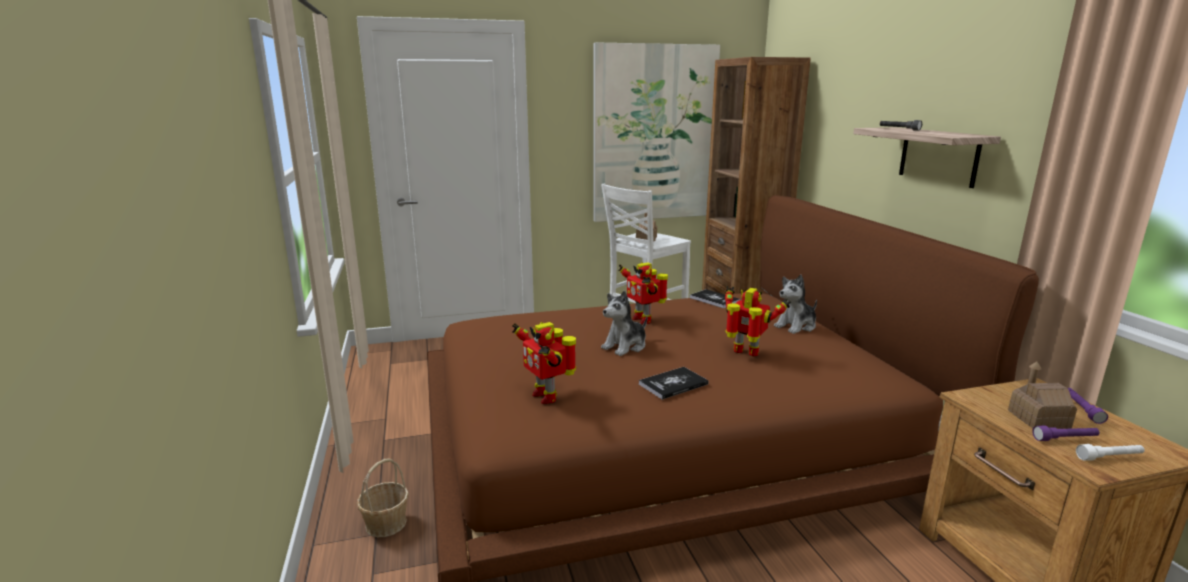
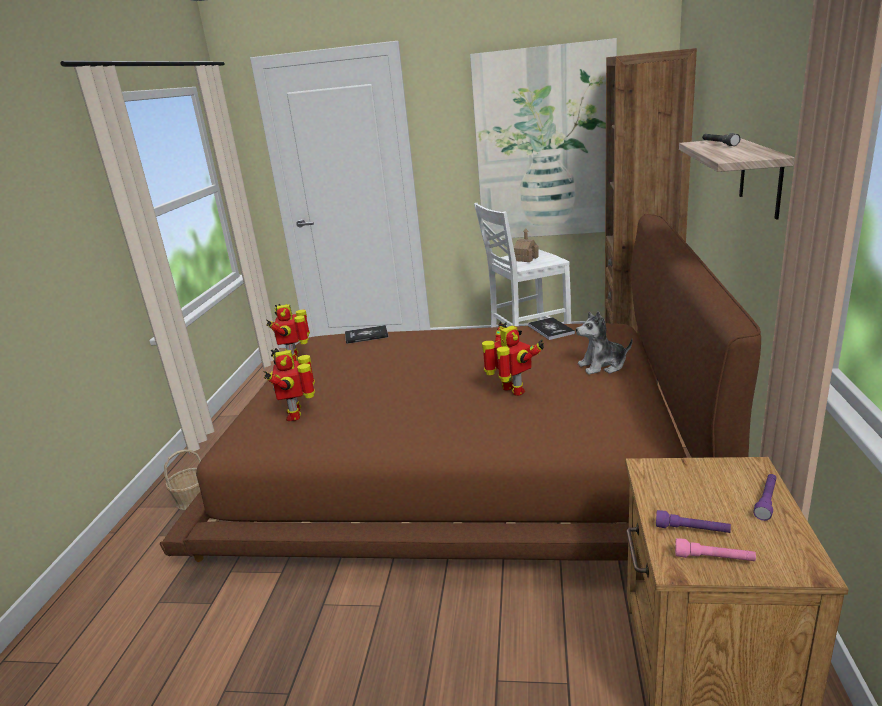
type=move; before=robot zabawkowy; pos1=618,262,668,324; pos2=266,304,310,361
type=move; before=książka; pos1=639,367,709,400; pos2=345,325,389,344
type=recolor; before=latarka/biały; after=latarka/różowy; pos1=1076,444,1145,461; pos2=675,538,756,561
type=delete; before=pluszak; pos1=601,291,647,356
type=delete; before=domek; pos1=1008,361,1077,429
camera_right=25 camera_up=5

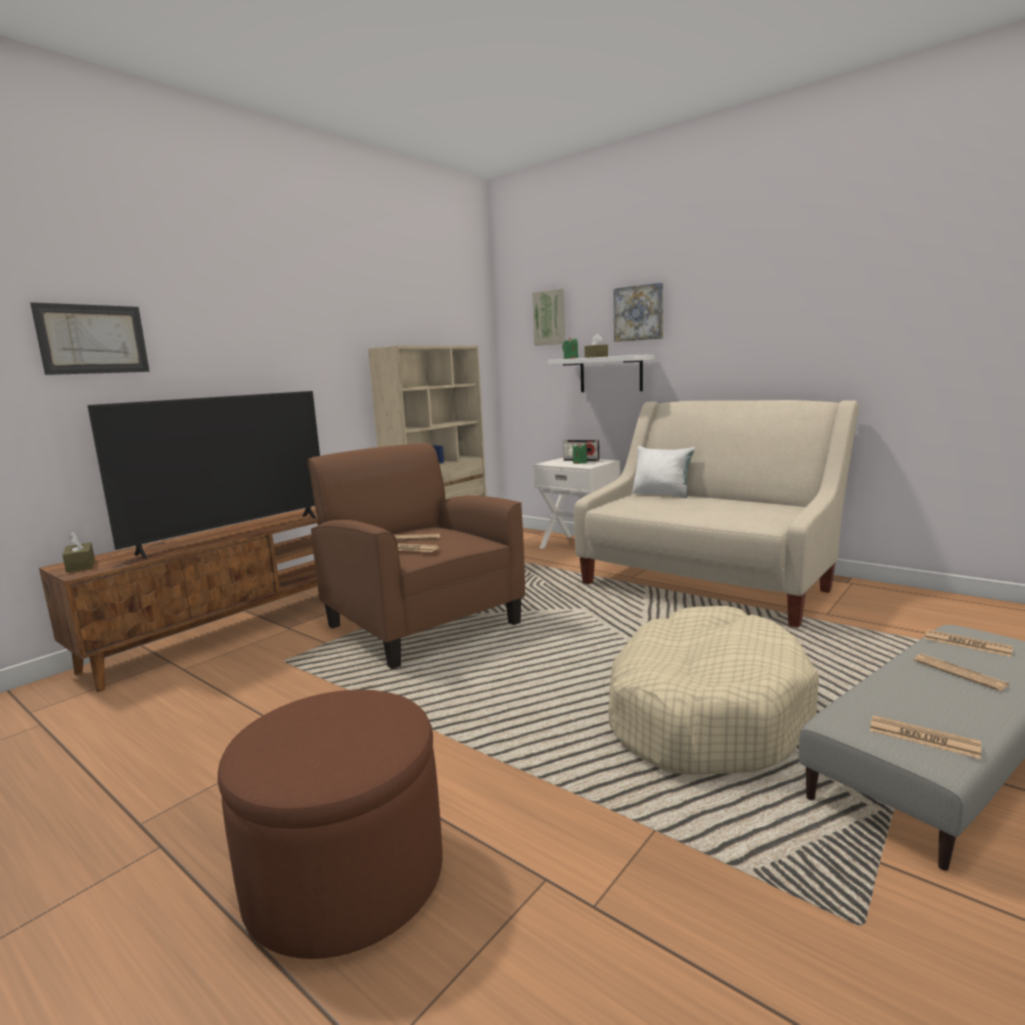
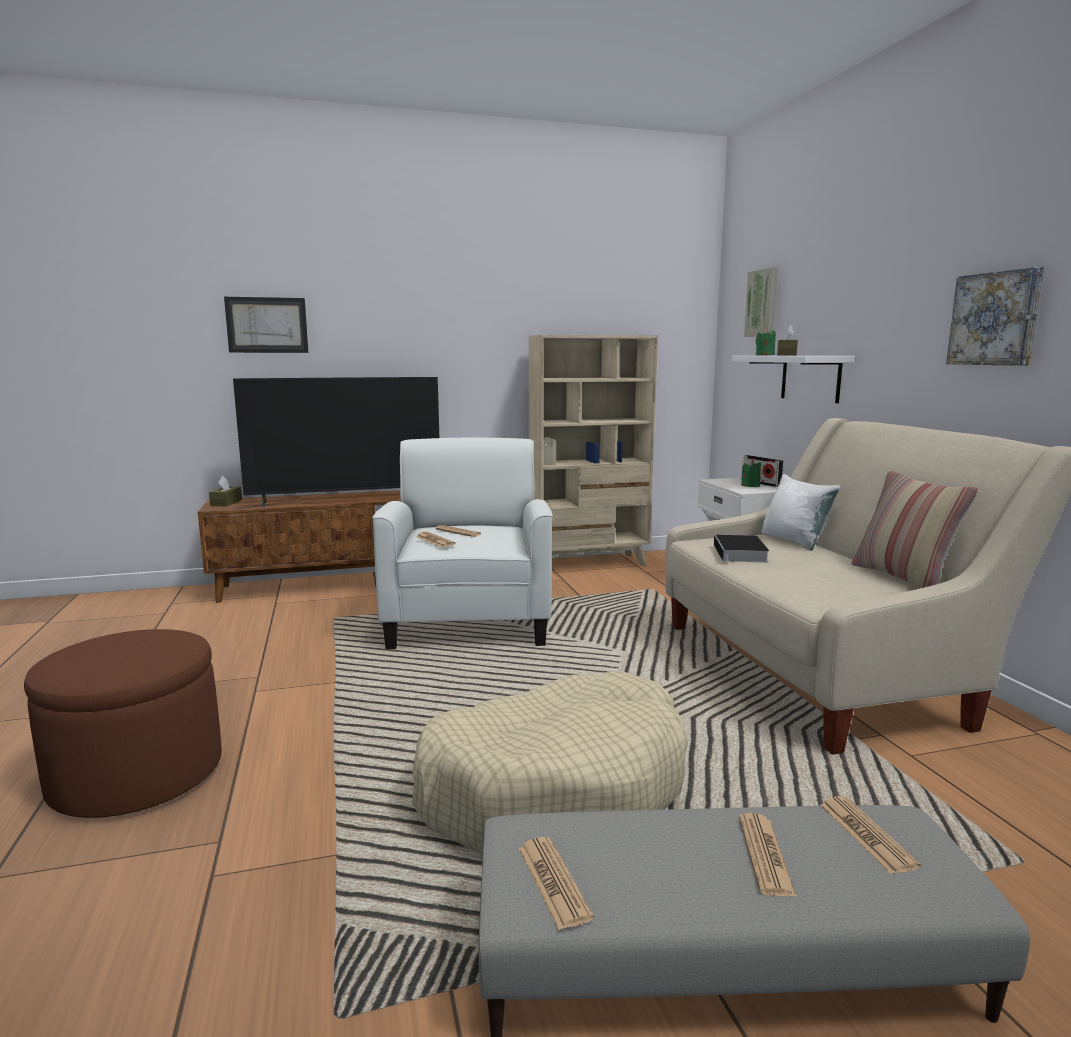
type=recolor; before=fotel/brązowy; after=fotel/biały; pos1=307,443,525,669; pos2=372,438,553,649
type=insert; after=książka; pos2=714,535,769,564
type=insert; after=poduszka; pos2=851,471,978,589
type=move; before=obraz; pos1=614,282,663,342; pos2=946,267,1044,366
camera_right=35 camera_up=0

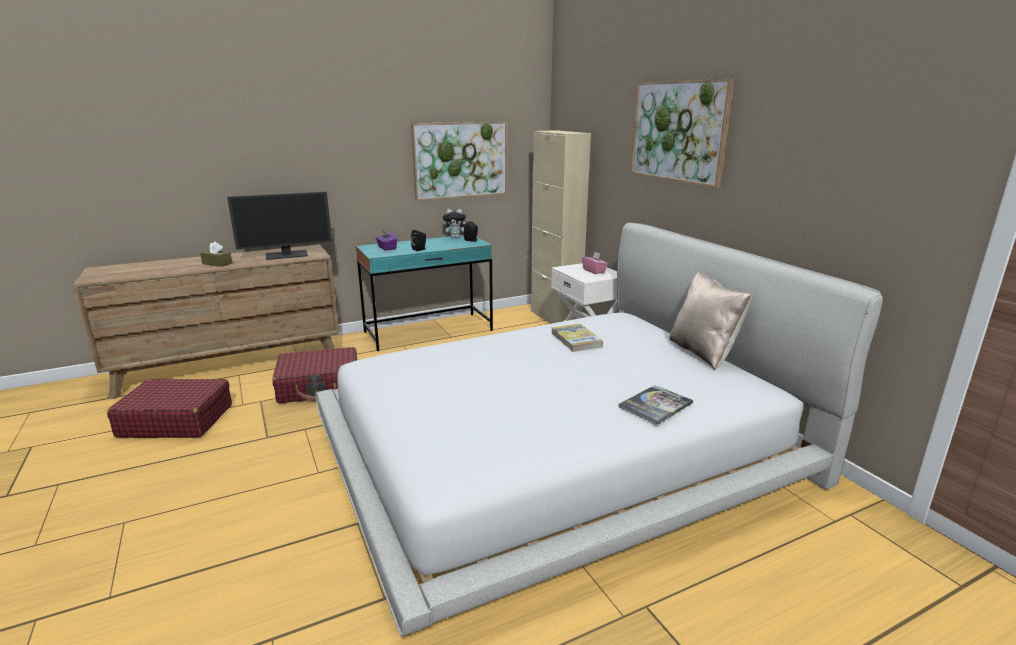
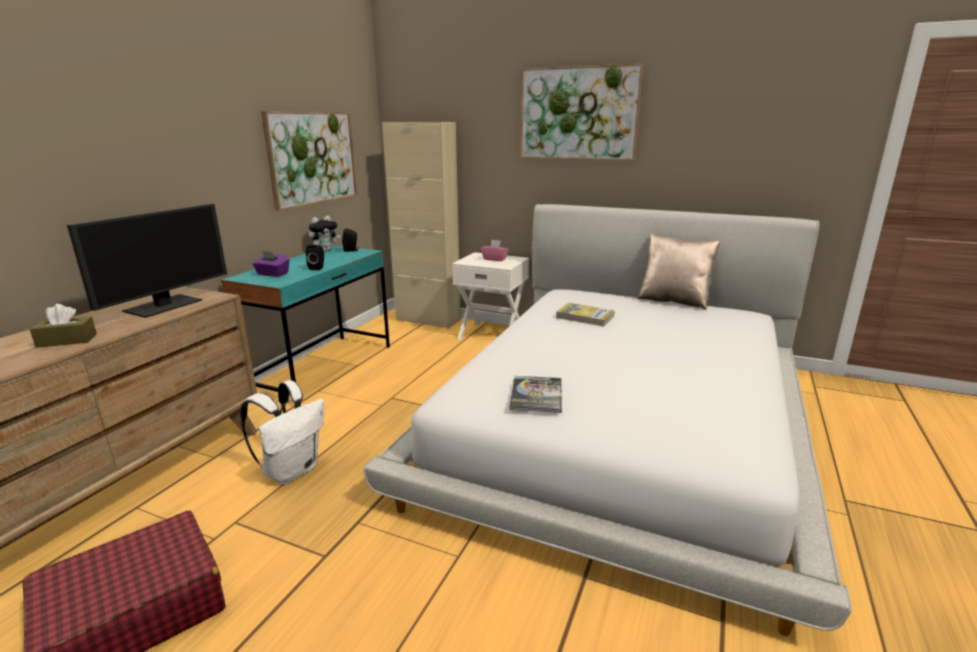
type=replace; before=walizka/czerwony; after=plecak/biały; pos1=272,347,357,403; pos2=240,380,325,484
type=move; before=książka; pos1=619,385,693,424; pos2=509,376,562,413
camera_right=-40 camera_up=0

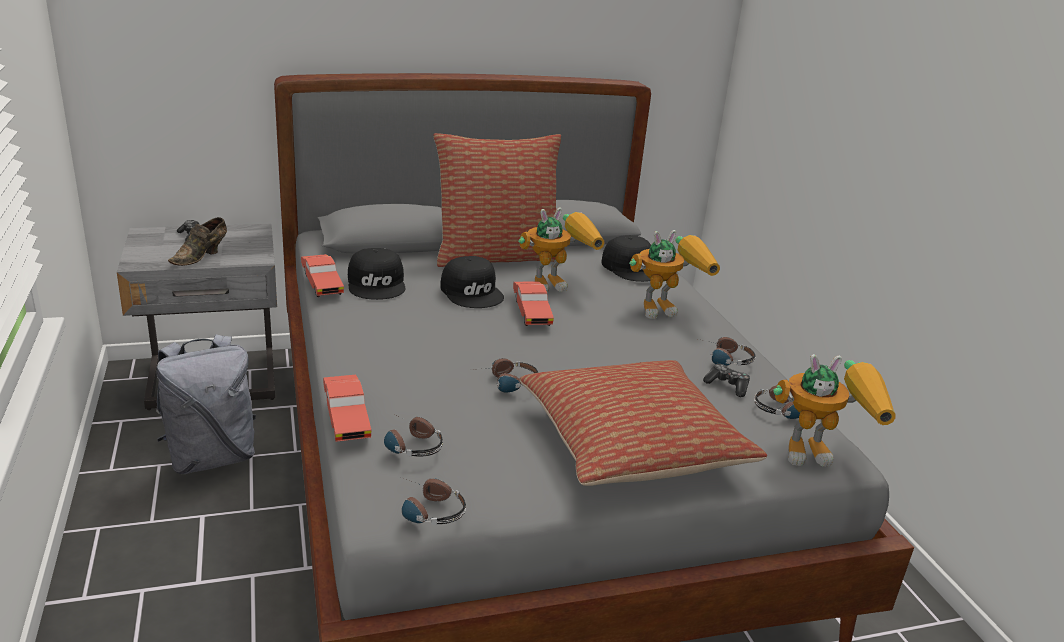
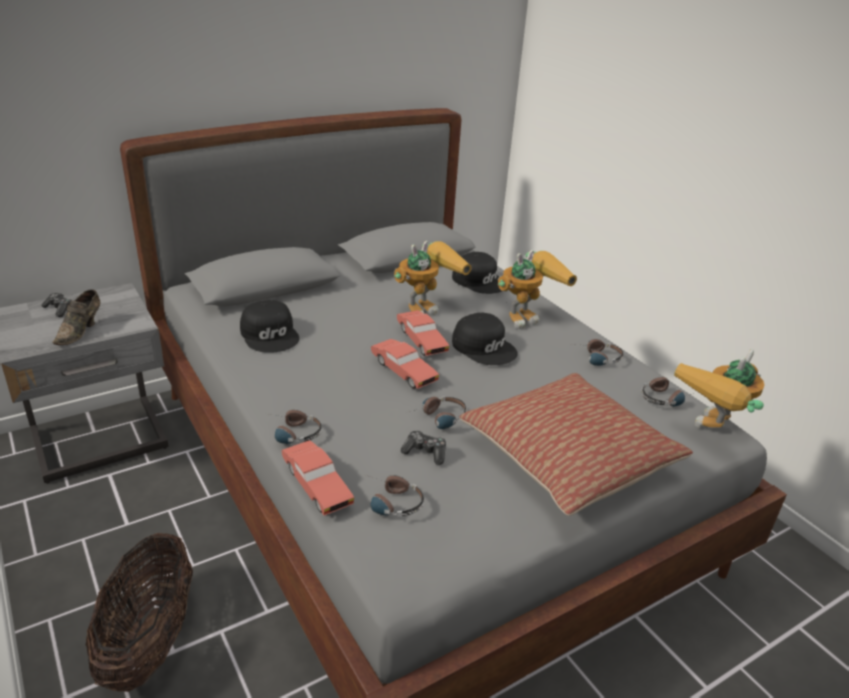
type=insert; after=koszyk; pos2=86,533,193,692
type=move; before=słuchawki; pos1=401,477,466,526; pos2=271,410,322,444
type=move; before=samochodzik/czerwony; pos1=301,254,344,297; pos2=371,339,439,389
type=move; before=pad do gier; pos1=703,364,750,397; pos2=401,430,446,465
type=move; before=czapka z daszkiem/czarny; pos1=440,256,504,308; pos2=452,312,518,365
type=rotate; before=robot zabawkowy; pos1=773,354,896,467; pos2=674,349,765,428; turn=150
type=delete; before=plecak/szary; pos1=156,334,256,474
type=delete; before=poduszka; pos1=433,133,561,267
camera_right=-15 camera_up=5

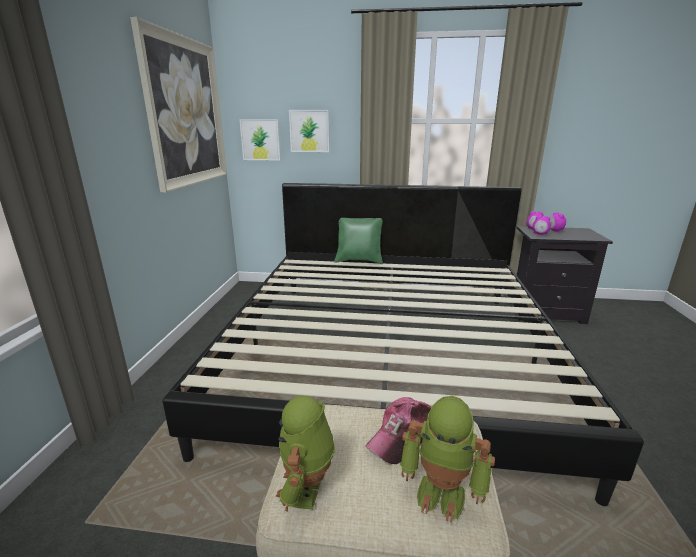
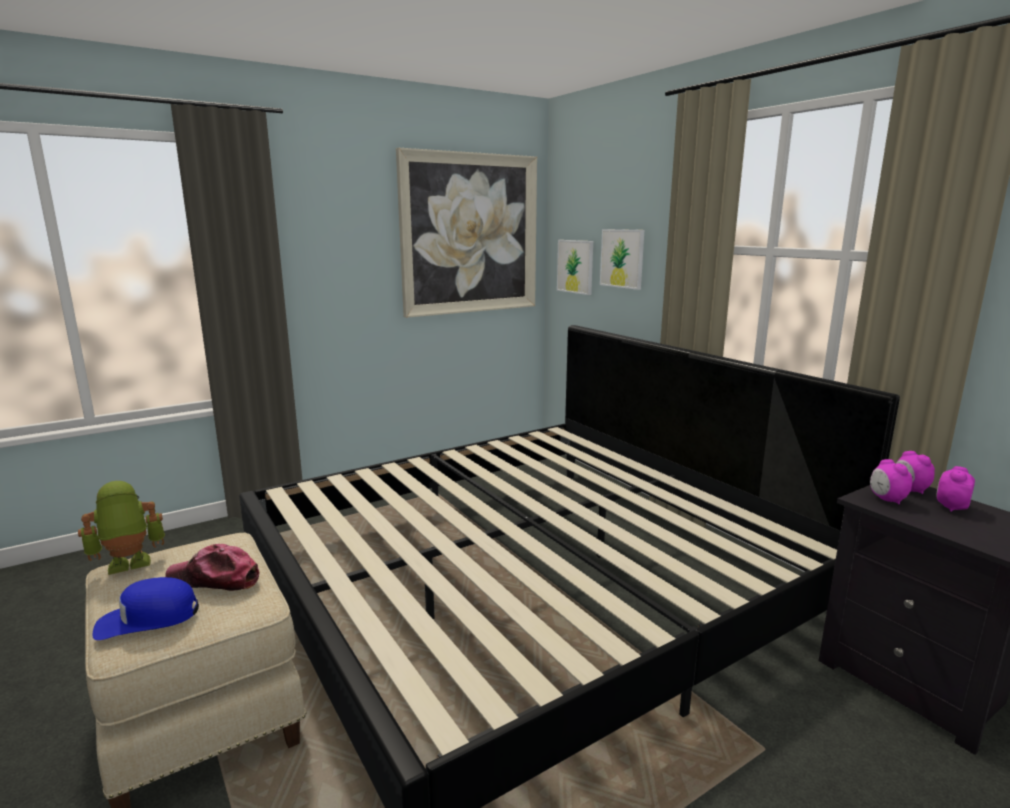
type=replace; before=robot zabawkowy; after=czapka z daszkiem/niebieski; pos1=400,396,495,523; pos2=92,577,199,640
type=delete; before=poduszka/zielony; pos1=334,218,383,264
camera_right=50 camera_up=-5

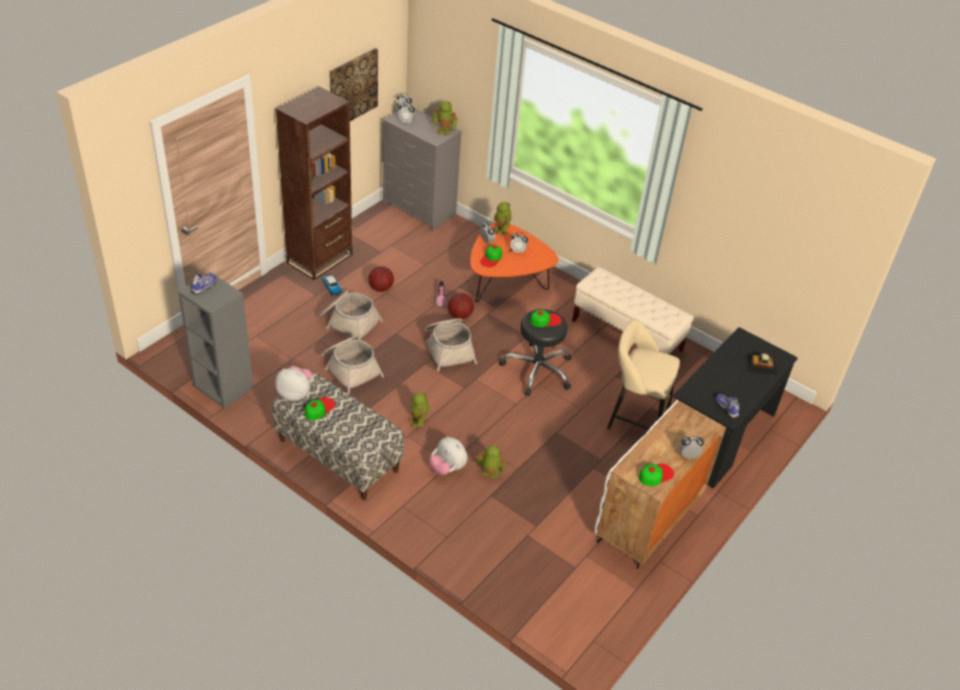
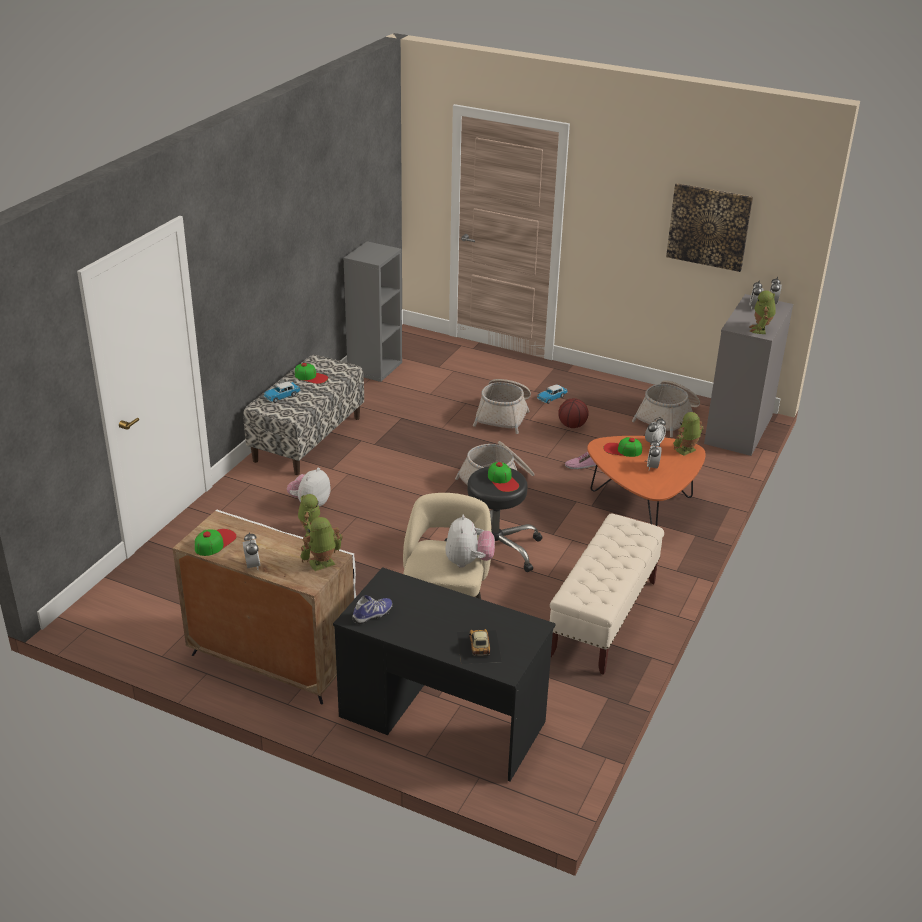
type=rotate; before=czapka z daszkiem; pos1=639,464,674,486; pos2=195,529,236,556; turn=-105
type=insert; after=samochodzik; pos2=264,382,301,403
type=move; before=robot zabawkowy; pos1=408,393,429,428; pos2=300,517,343,571
type=move; before=pluszak; pos1=275,366,312,401; pos2=445,514,495,568
type=move; before=koszyk; pos1=320,335,384,394; pos2=632,381,700,437
type=delete; before=but; pos1=191,274,217,295
type=delete; before=regał/brązowy; pos1=276,86,353,280
type=delete; before=piłka do koszykówki; pos1=448,293,474,319
camera_right=80 camera_up=-10

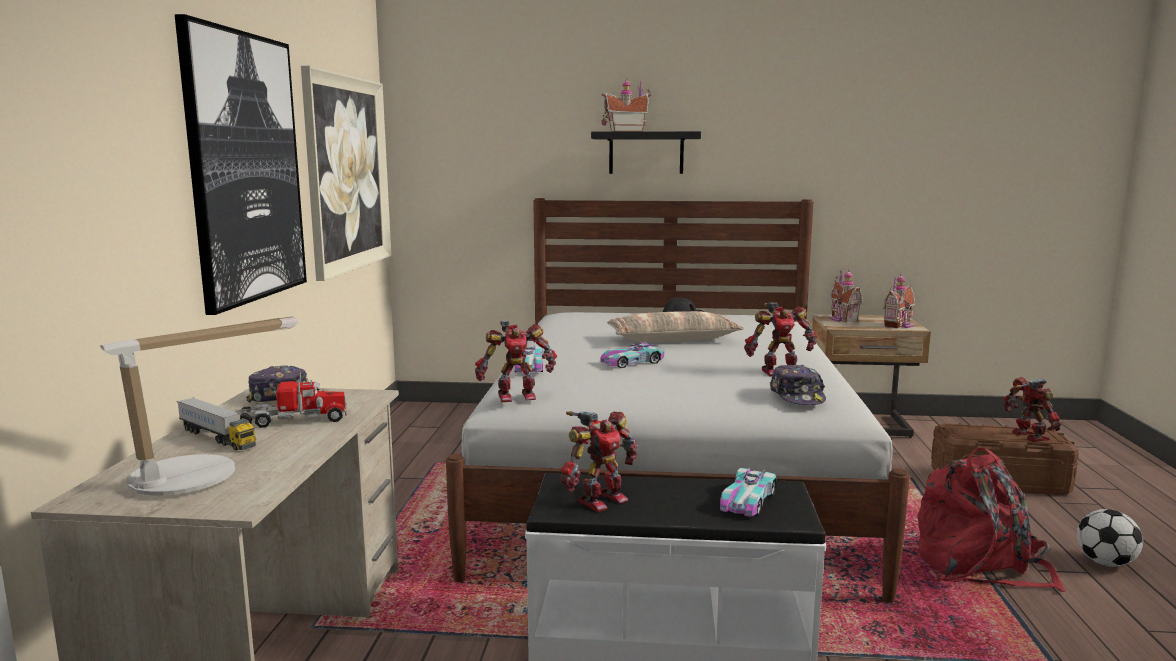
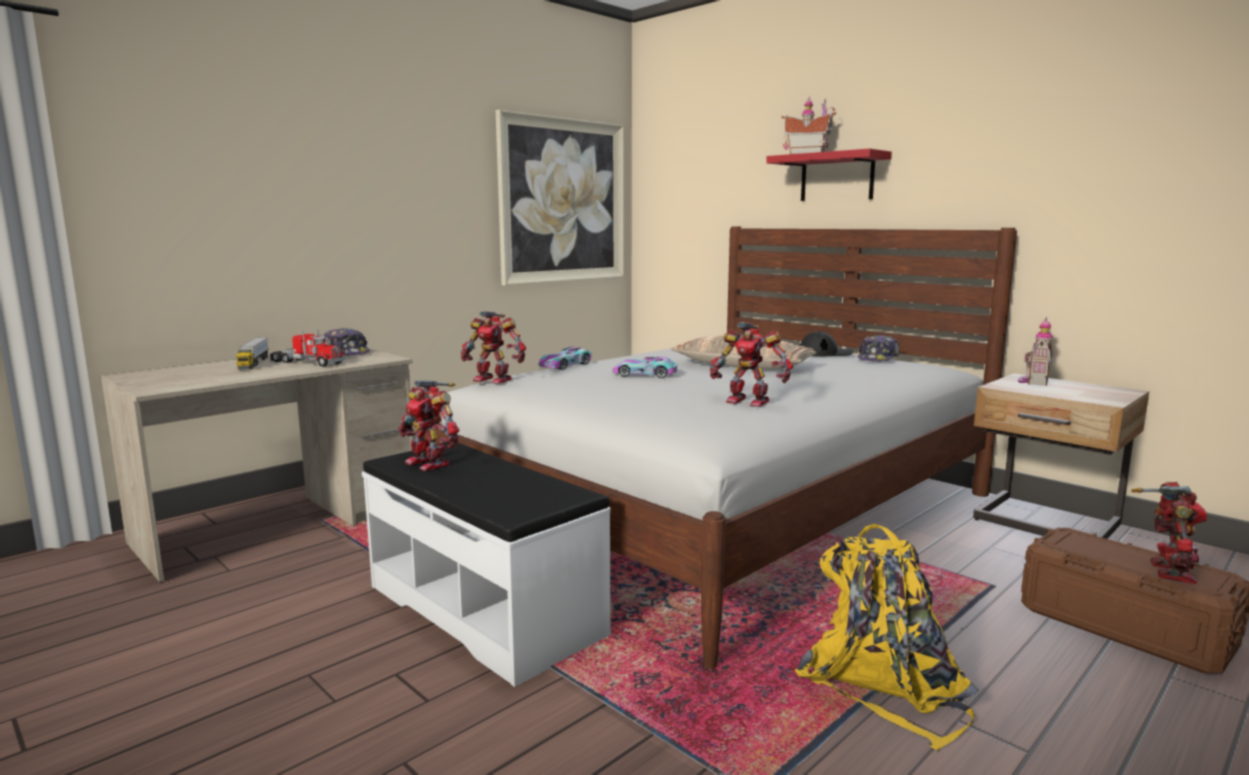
type=rotate; before=robot zabawkowy; pos1=560,411,638,512; pos2=398,380,460,471; turn=45
type=recolor; before=półka/czarny; after=półka/czerwony; pos1=591,131,701,174; pos2=766,149,892,201
type=recolor; before=plecak/czerwony; after=plecak/żółty; pos1=917,448,1066,592; pos2=795,524,978,750
type=move; before=czapka z daszkiem; pos1=770,365,826,405; pos2=857,334,900,362
type=delete; before=lampa stołowa; pos1=100,316,298,495
type=delete; before=obraz; pos1=175,14,307,315
type=delete; before=samochodzik; pos1=720,467,776,516
type=delete; before=domek; pos1=883,274,915,328
type=delete; before=piłka futbolowa; pos1=1077,509,1143,567
camera_right=40 camera_up=0

